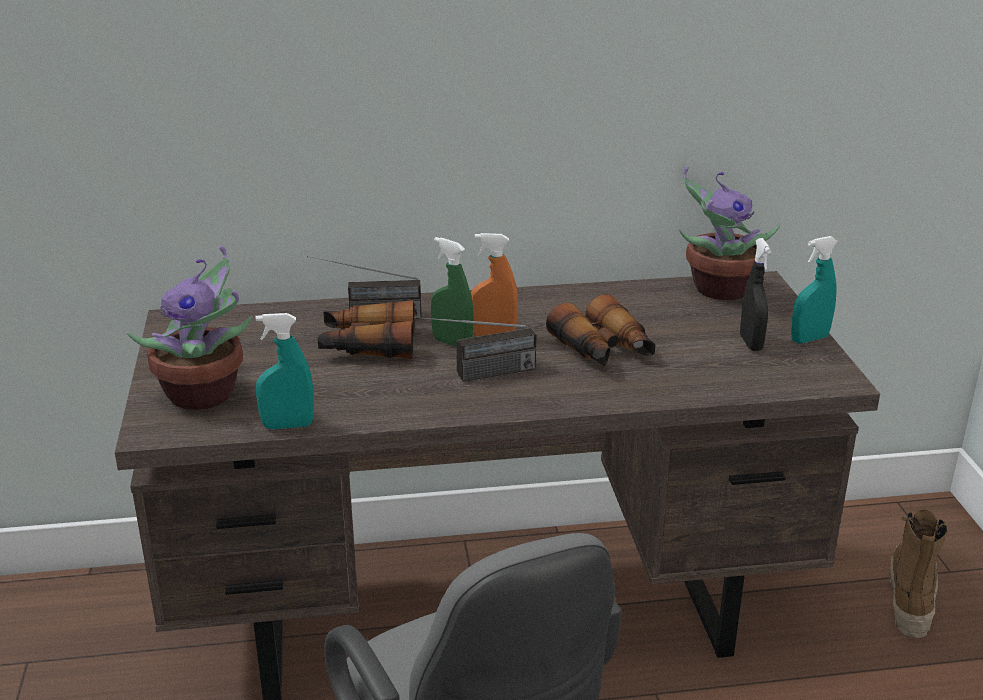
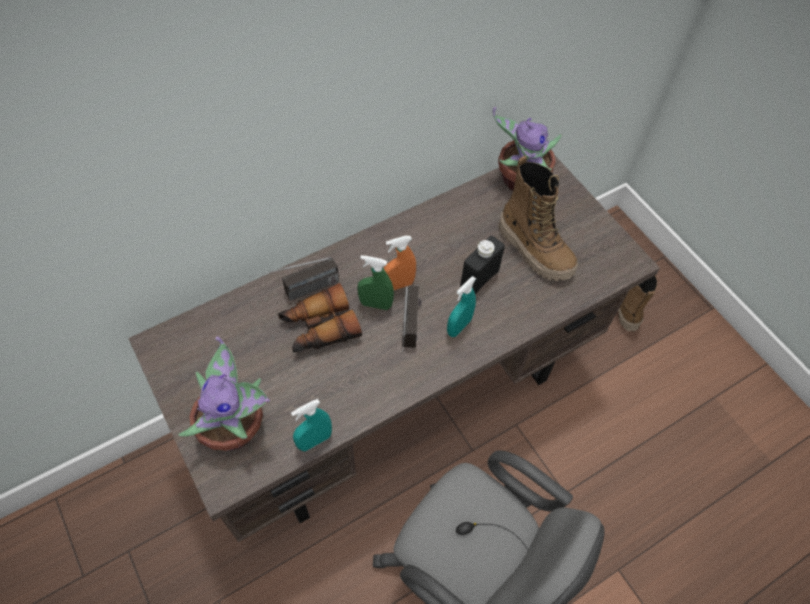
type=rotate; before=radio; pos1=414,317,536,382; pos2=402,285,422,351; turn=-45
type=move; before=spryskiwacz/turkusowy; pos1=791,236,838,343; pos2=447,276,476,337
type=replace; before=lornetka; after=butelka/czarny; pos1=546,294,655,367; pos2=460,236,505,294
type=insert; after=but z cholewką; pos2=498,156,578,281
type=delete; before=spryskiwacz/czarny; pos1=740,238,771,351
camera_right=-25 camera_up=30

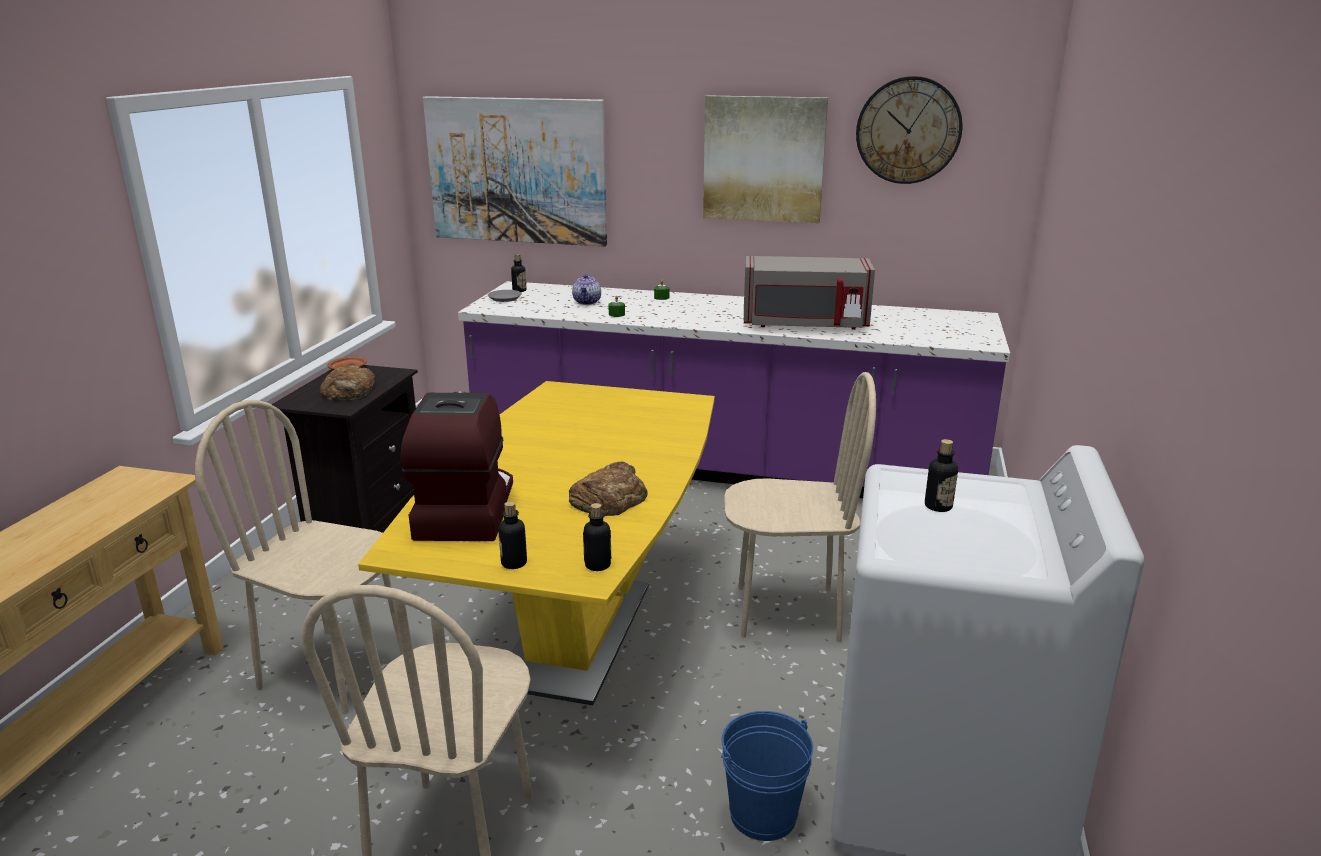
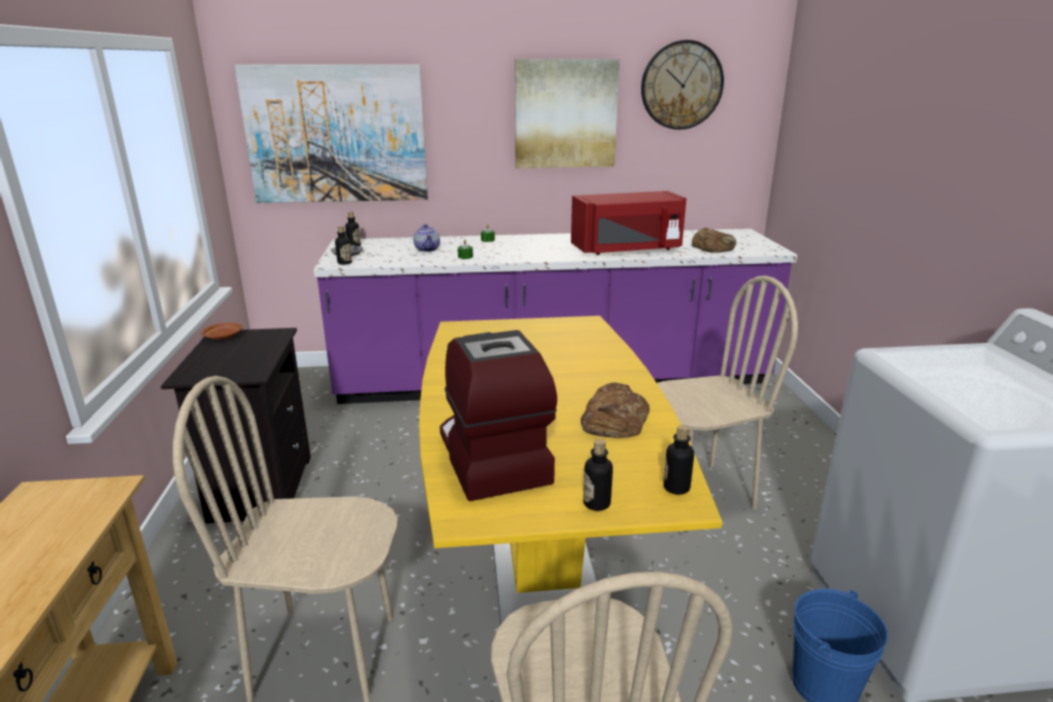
type=move; before=butelka; pos1=925,439,958,512; pos2=335,226,352,265
type=recolor; before=mikrofalówka/szary; after=mikrofalówka/czerwony; pos1=744,256,875,330; pos2=571,191,687,255
type=move; before=chleb; pos1=320,364,376,400; pos2=692,227,736,253
camera_right=-20 camera_up=0

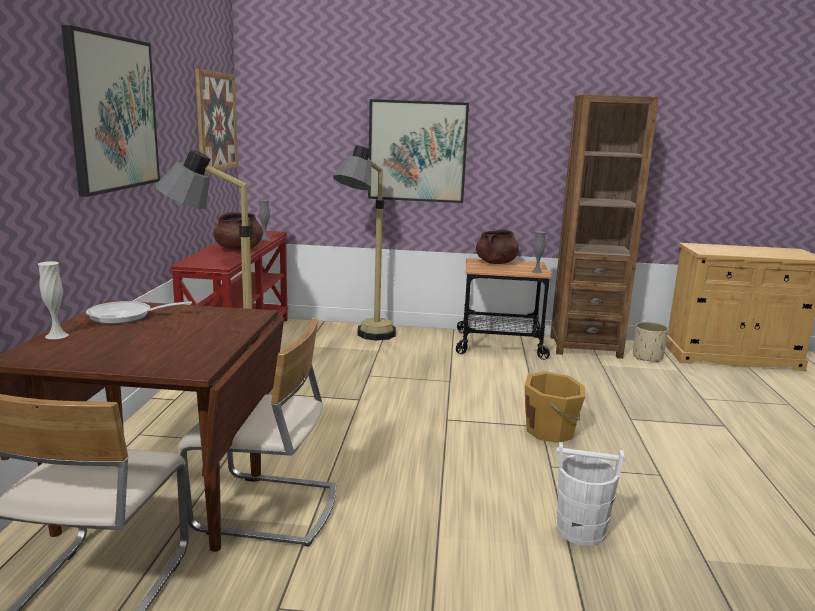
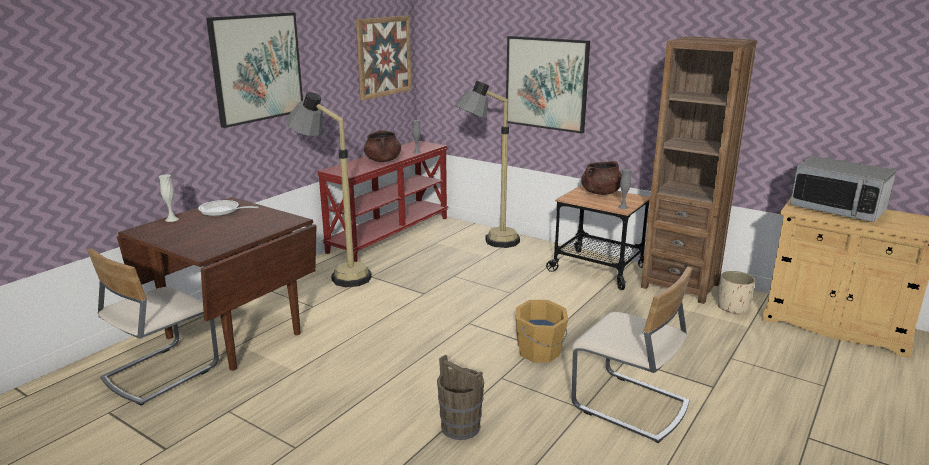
type=recolor; before=wiadro/biały; after=wiadro/brązowy; pos1=556,442,626,546; pos2=437,355,484,440
type=move; before=krzesło/beżowy; pos1=178,318,336,547; pos2=571,267,693,443
type=insert; after=mikrofalówka; pos2=790,156,896,222
camera_right=30 camera_up=5

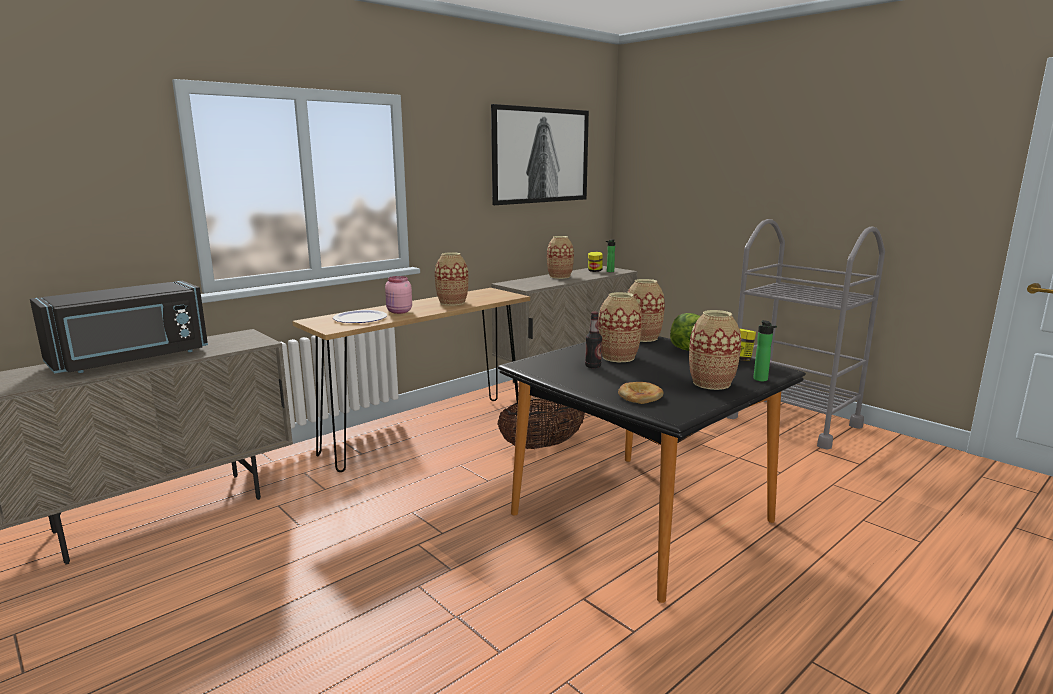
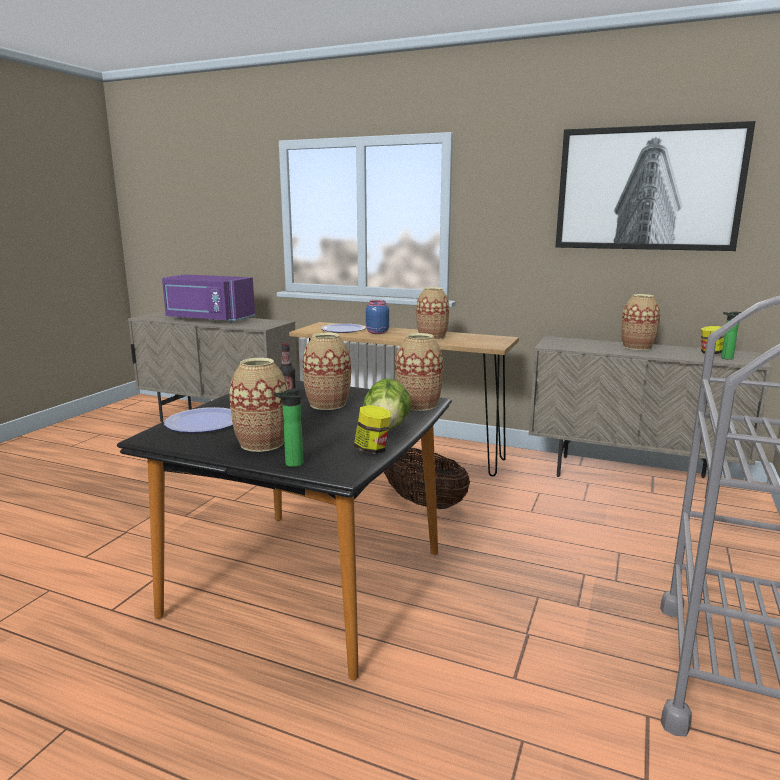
type=recolor; before=mikrofalówka/czarny; after=mikrofalówka/fioletowy; pos1=30,281,208,374; pos2=162,274,255,323
type=replace; before=chleb; after=talerz; pos1=618,382,664,404; pos2=164,407,233,433
type=recolor; before=słoik/różowy; after=słoik/niebieski; pos1=385,276,412,314; pos2=366,300,389,334
camera_right=65 camera_up=0

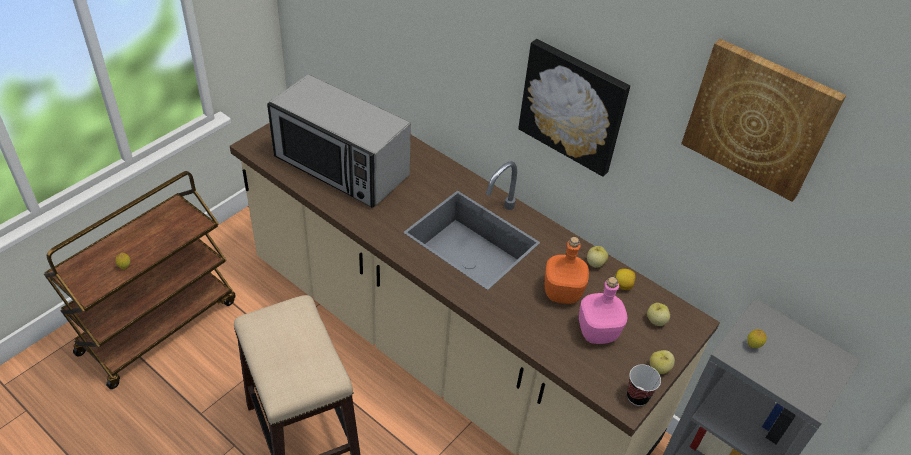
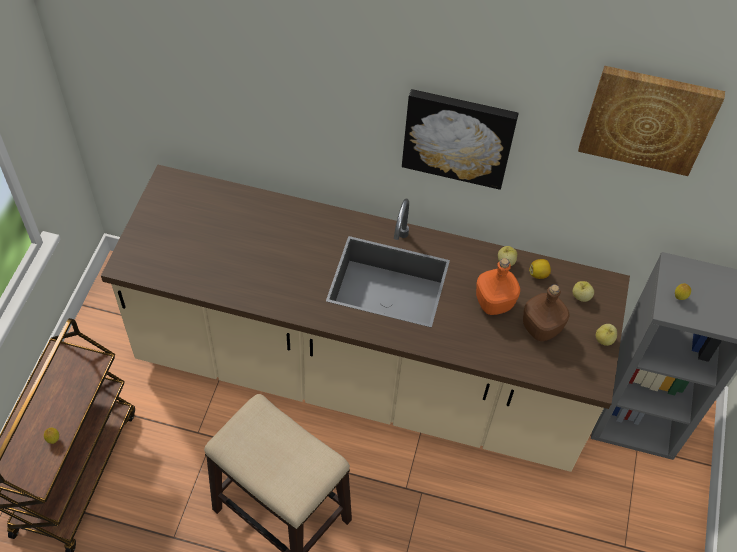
type=recolor; before=butelka/różowy; after=butelka/brązowy; pos1=579,277,628,344; pos2=523,284,569,341
type=delete; before=mikrofalówka; pos1=267,74,411,208
type=delete; before=filiżanka; pos1=627,364,661,406
camera_right=-25 camera_up=10

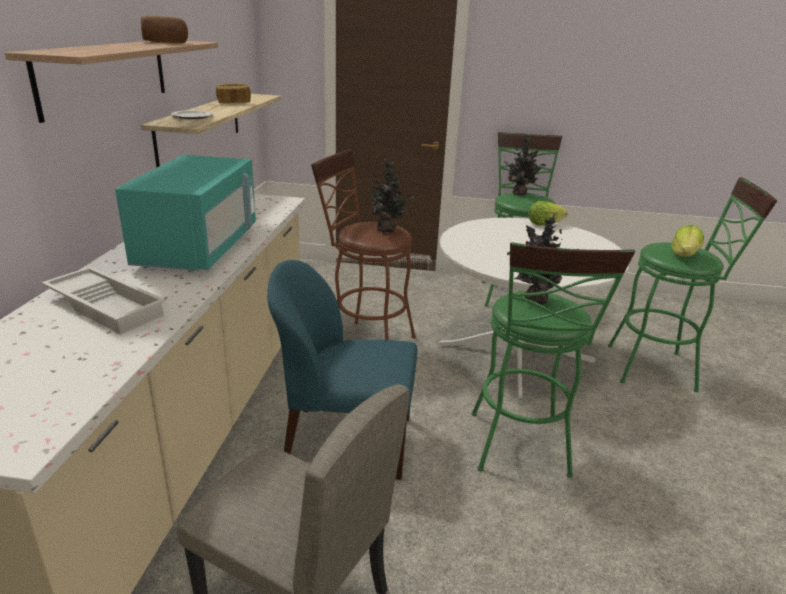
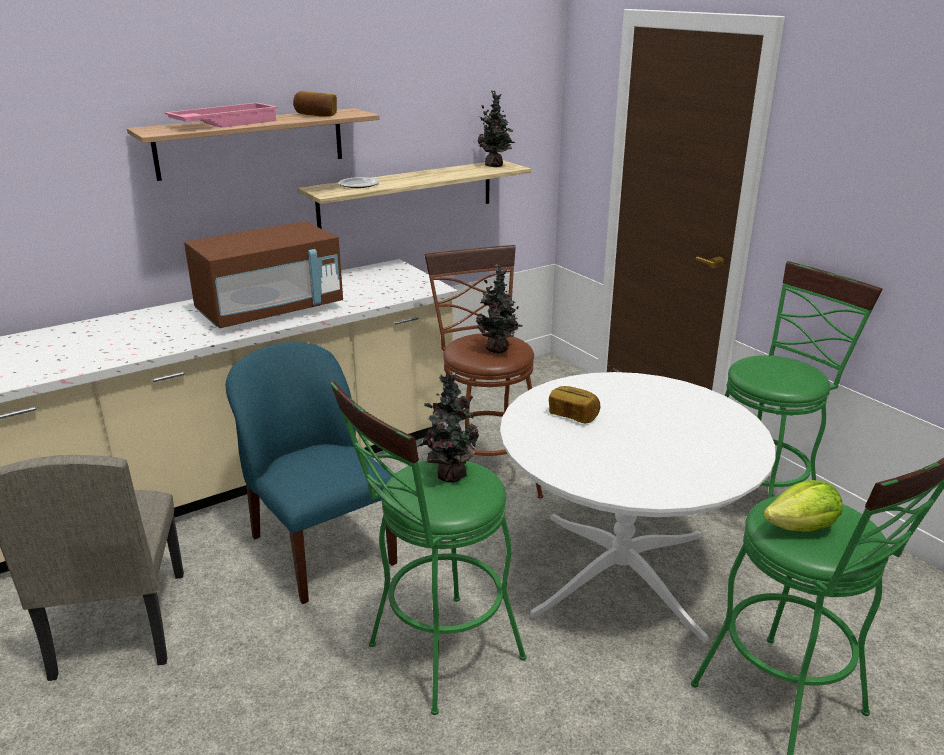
type=insert; after=taca/różowy; pos2=164,103,278,128
type=recolor; before=mikrofalówka/turkusowy; after=mikrofalówka/brązowy; pos1=115,155,256,272; pos2=184,221,343,328
type=move; before=roślina doniczkowa; pos1=504,136,547,195; pos2=478,90,515,167
type=move; before=chleb; pos1=216,83,251,103; pos2=549,386,600,424
type=delete; before=taca/biały; pos1=41,267,166,334
type=delete; before=sałata; pos1=529,201,568,226
camera_right=50 camera_up=0

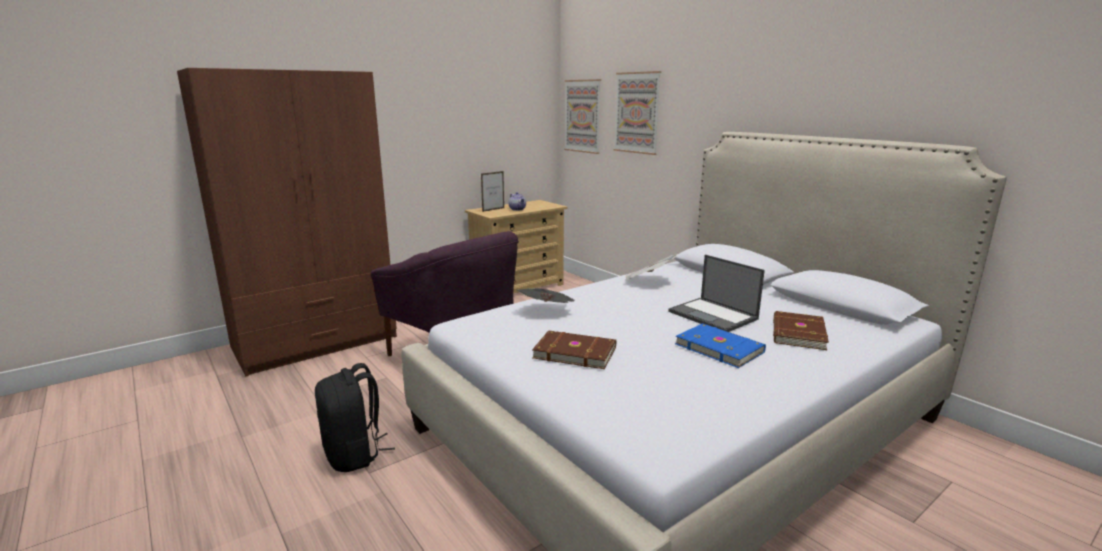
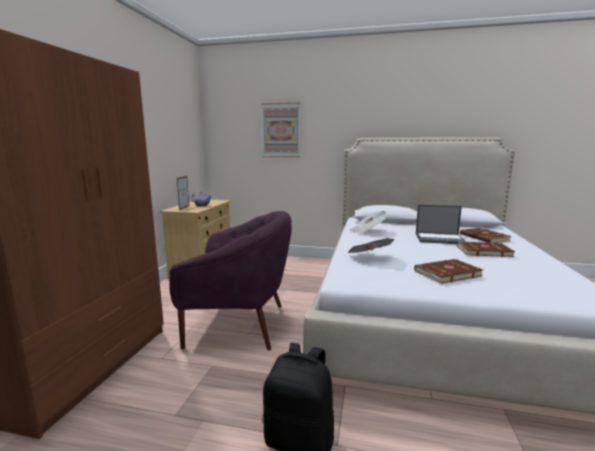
type=recolor; before=książka/niebieski; after=książka/brązowy; pos1=675,323,766,368; pos2=457,242,515,257
type=delete; before=obraz; pos1=564,79,601,154
camera_right=-40 camera_up=-5

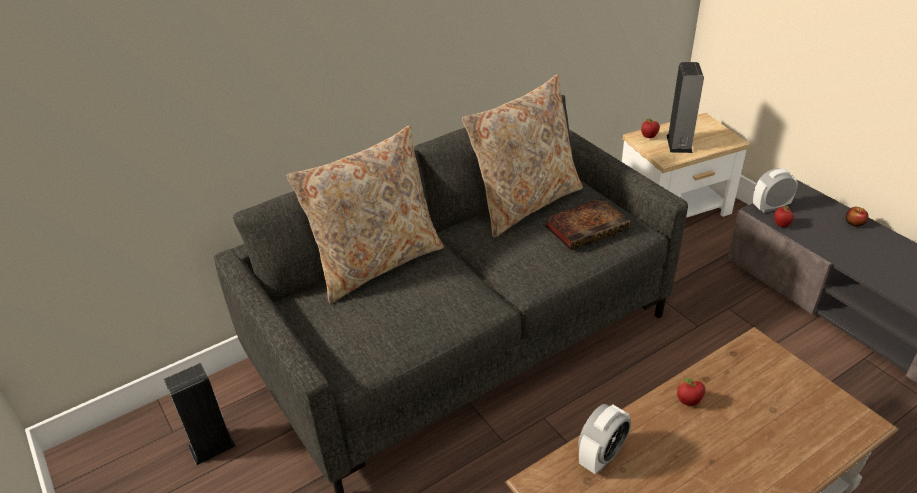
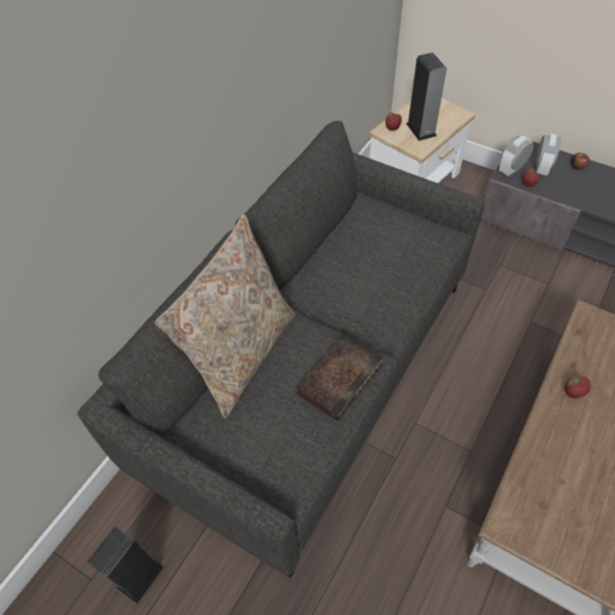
type=move; before=książka; pos1=545,198,631,250; pos2=296,336,383,421
type=move; before=budzik; pos1=578,404,631,474; pos2=535,133,561,175
type=delete; before=poduszka/beżowy; pos1=462,74,583,238
camera_right=-25 camera_up=15

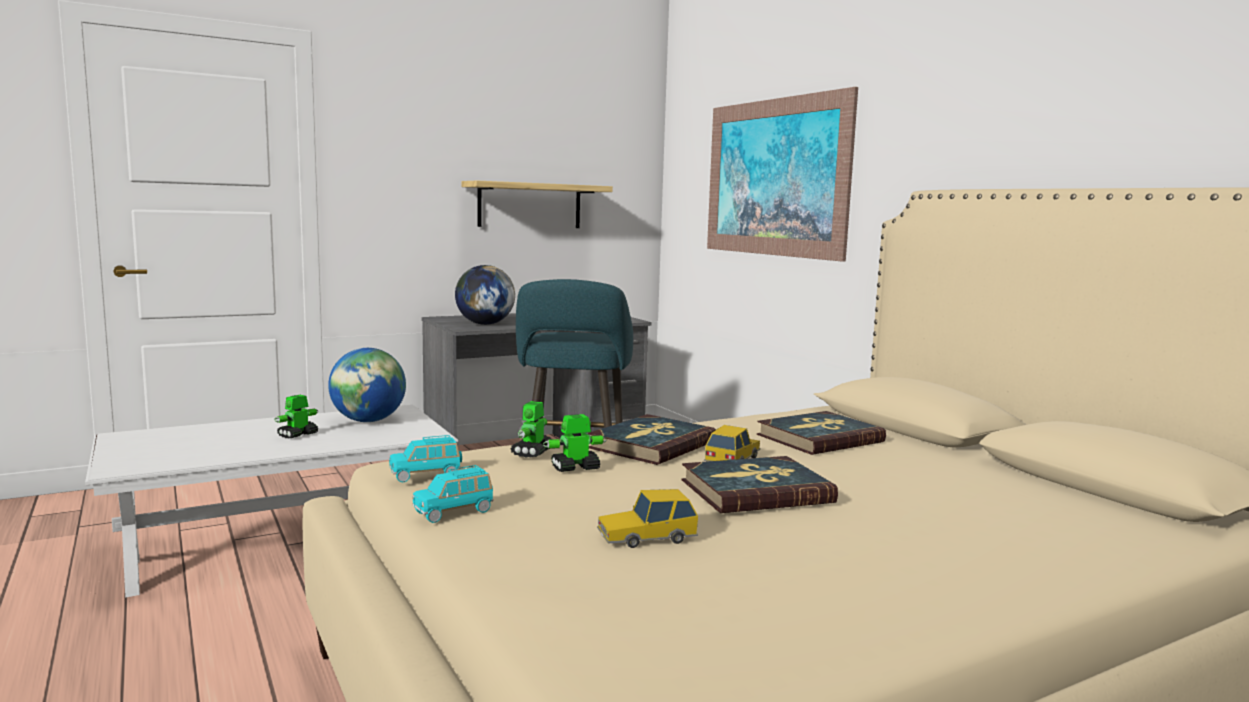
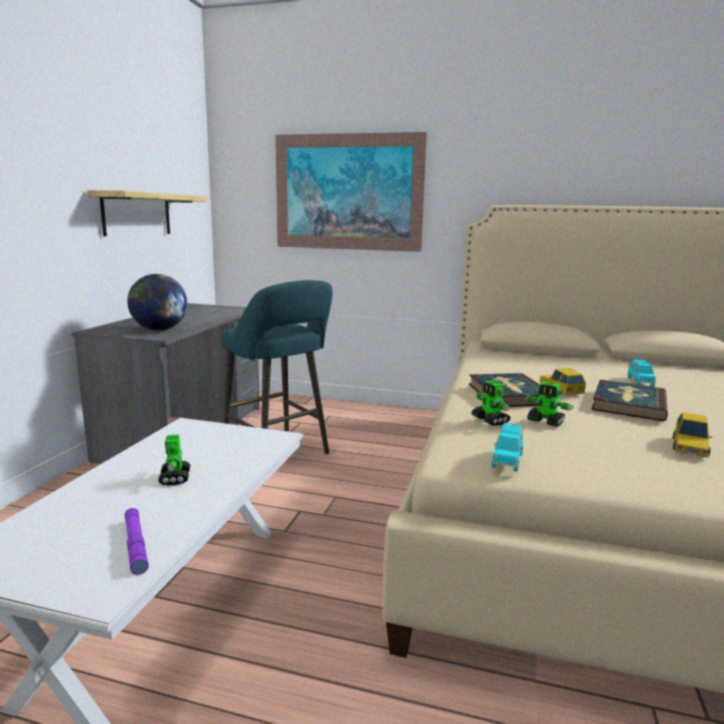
type=insert; after=latarka/fioletowy; pos2=125,508,149,575
type=rotate; before=robot zabawkowy; pos1=543,414,607,472; pos2=524,381,574,427; turn=-75
type=move; before=samochodzik/turkusowy; pos1=412,465,493,523; pos2=628,358,656,387
type=delete; before=globus; pos1=328,348,406,422
type=delete; before=książka; pos1=757,411,886,455
camera_right=-45 camera_up=5

